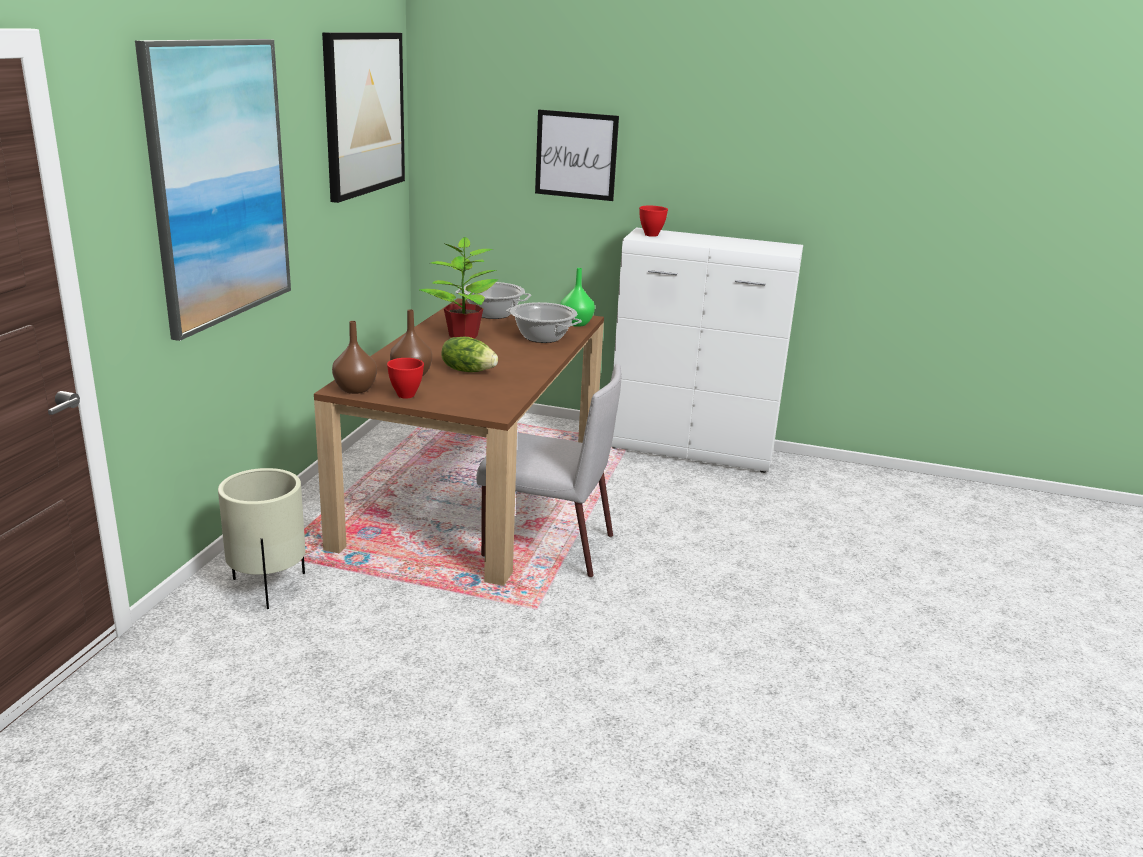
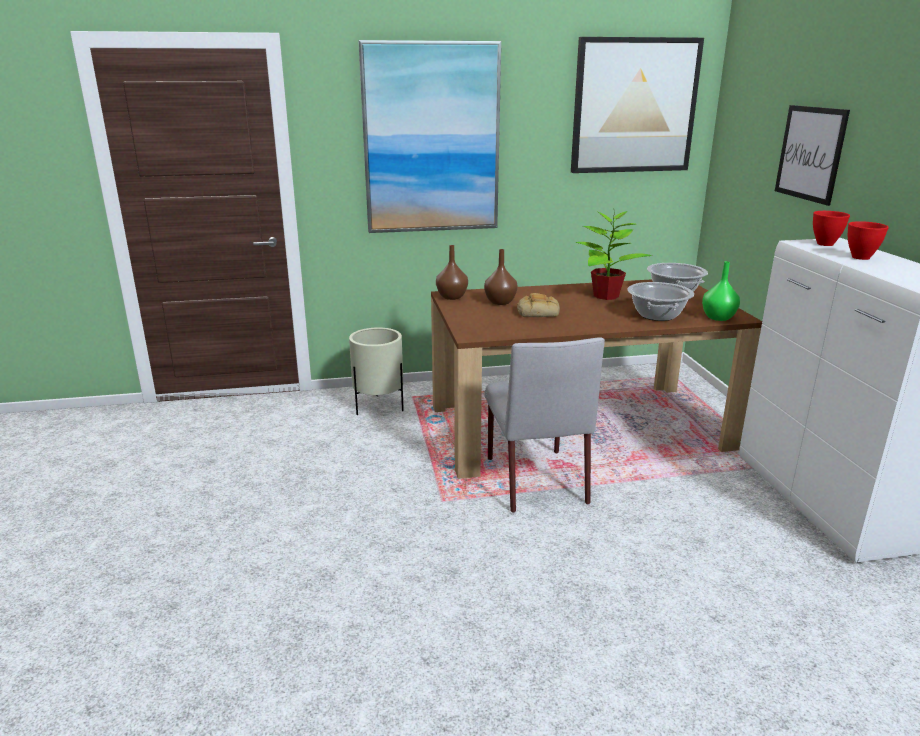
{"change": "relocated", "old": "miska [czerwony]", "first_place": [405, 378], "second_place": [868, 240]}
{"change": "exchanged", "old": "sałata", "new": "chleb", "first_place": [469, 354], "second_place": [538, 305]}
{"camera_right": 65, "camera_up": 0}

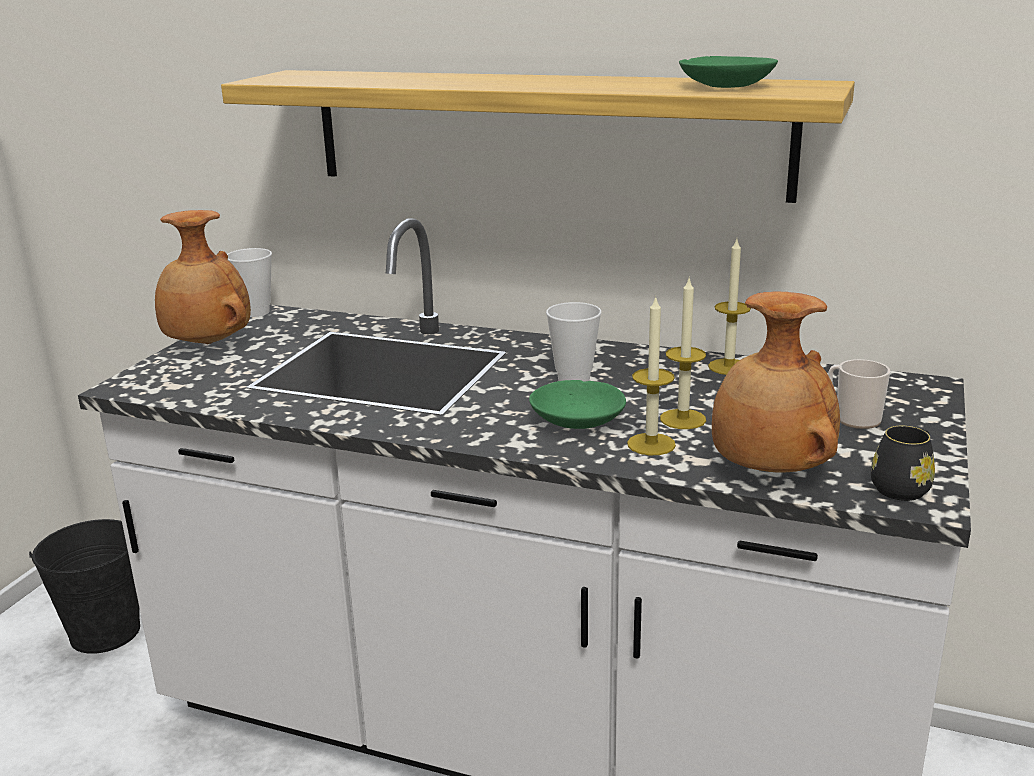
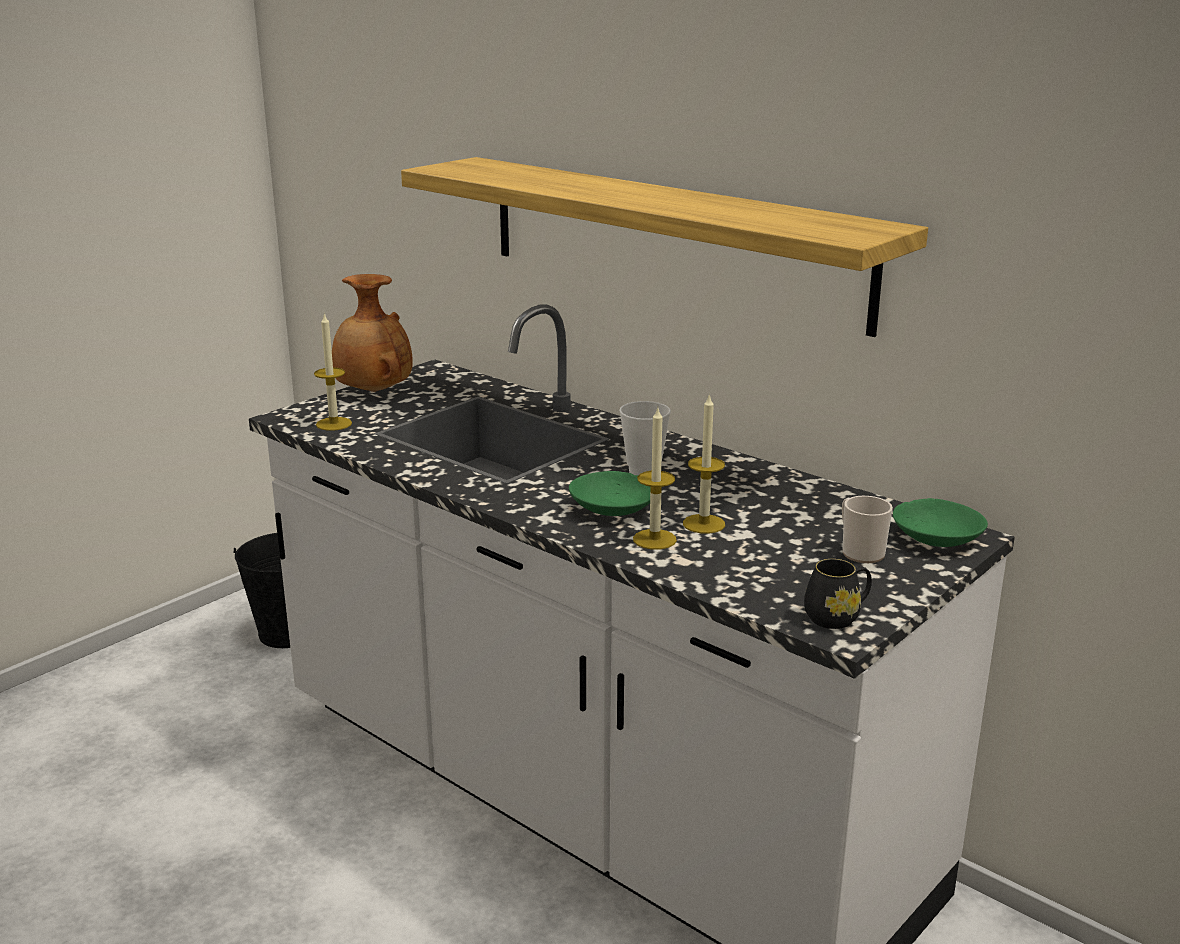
{"change": "missing", "old": "filiżanka", "first_place": [249, 282]}
{"change": "missing", "old": "wazon [brązowy]", "first_place": [776, 382]}
{"change": "relocated", "old": "miska [zielony]", "first_place": [728, 72], "second_place": [940, 522]}
{"change": "relocated", "old": "świeca", "first_place": [729, 307], "second_place": [333, 372]}
{"camera_right": 20, "camera_up": 0}

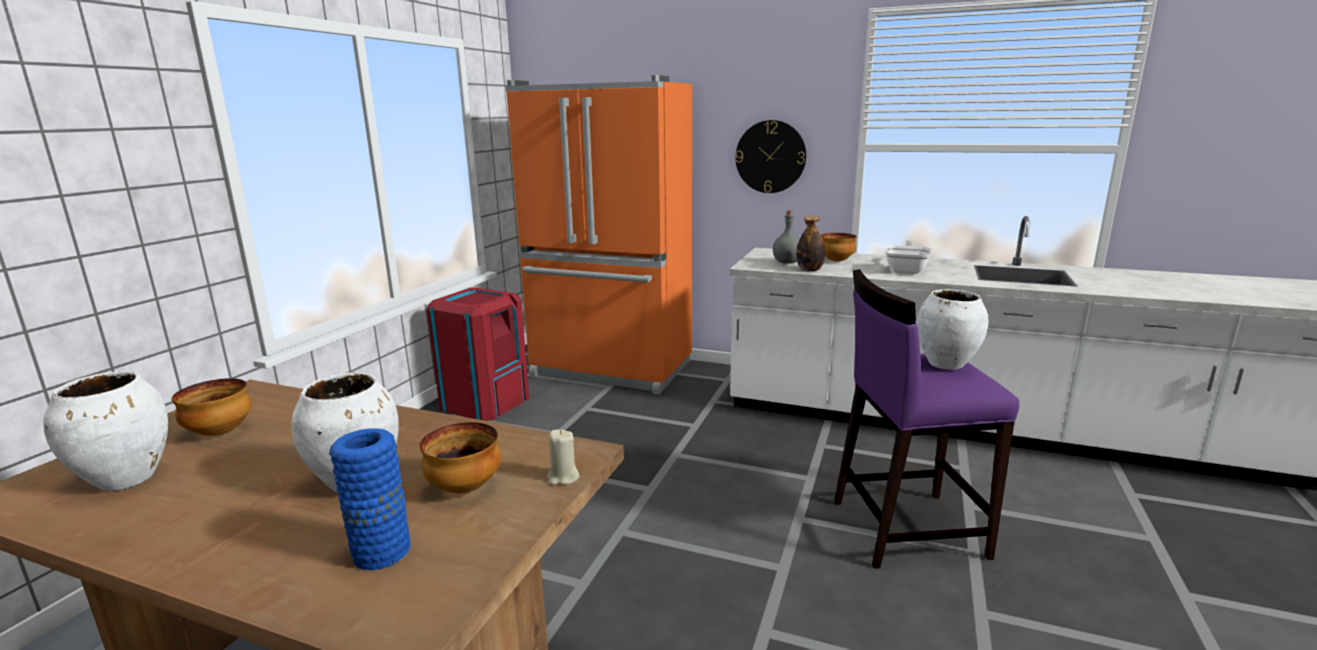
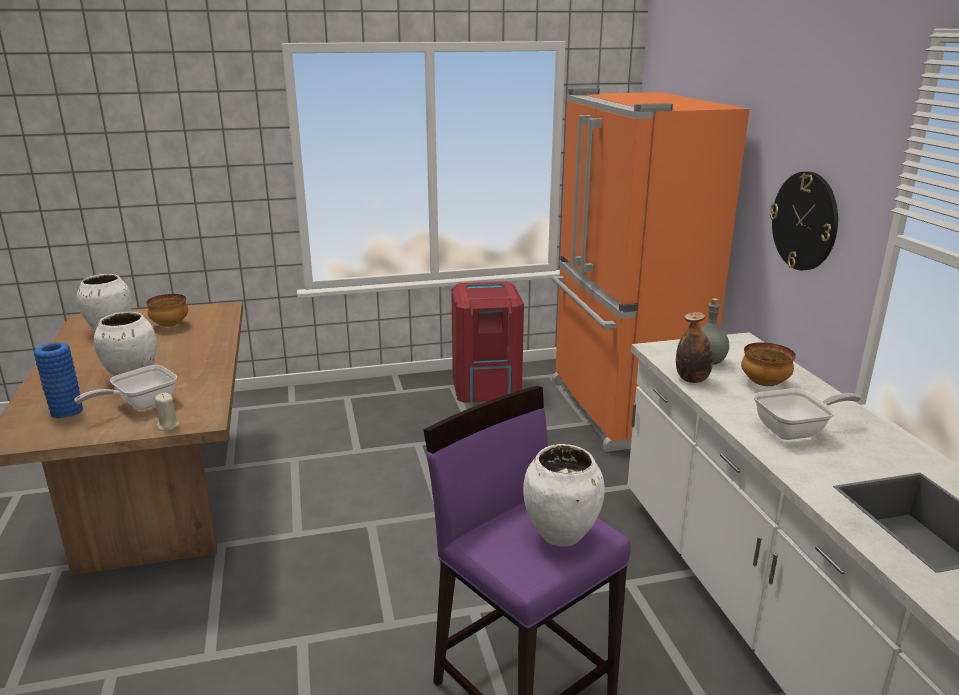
{"change": "exchanged", "old": "miska", "new": "patelnia", "first_place": [460, 457], "second_place": [125, 387]}
{"camera_right": 55, "camera_up": 5}

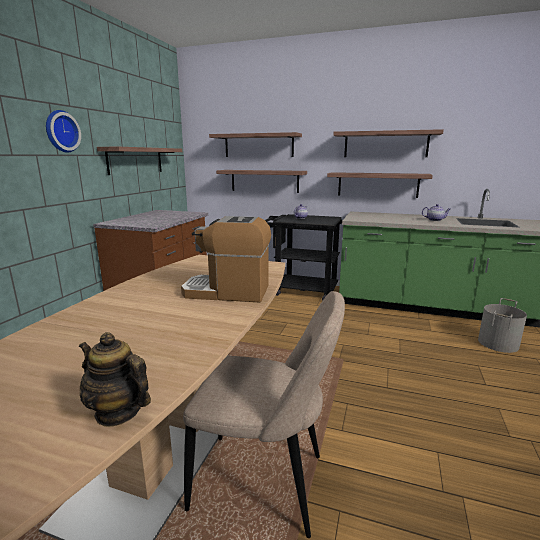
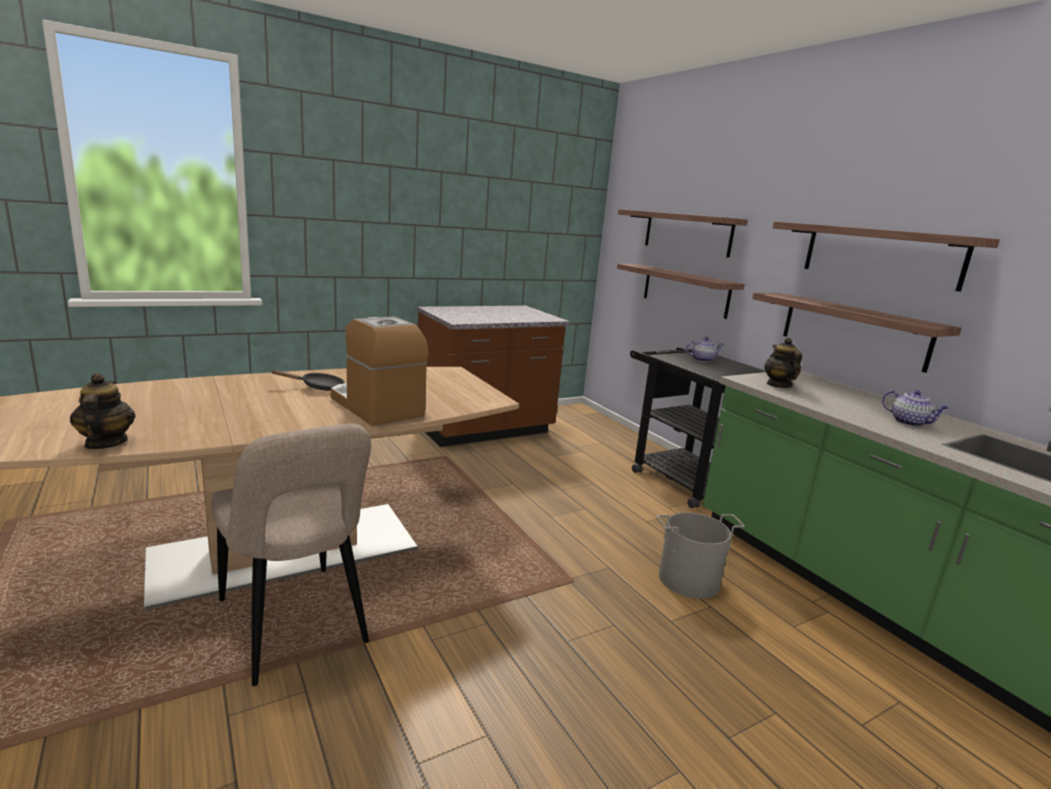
{"change": "missing", "old": "zegar ścienny", "first_place": [63, 131]}
{"change": "missing", "old": "półka", "first_place": [139, 161]}
{"change": "appeared", "new": "patelnia [czarny]", "second_place": [308, 380]}
{"change": "appeared", "new": "imbryk", "second_place": [783, 362]}
{"change": "relocated", "old": "wiadro [szary]", "first_place": [502, 325], "second_place": [701, 555]}
{"camera_right": 40, "camera_up": 0}

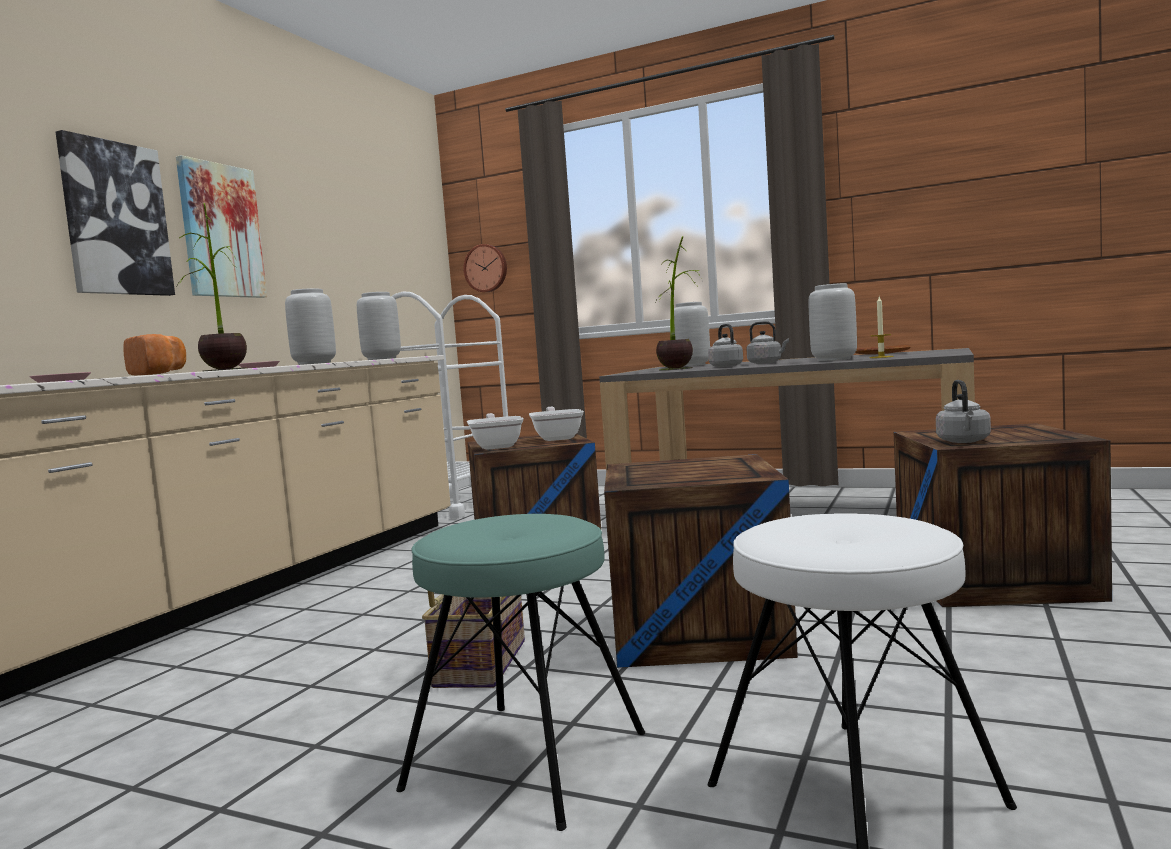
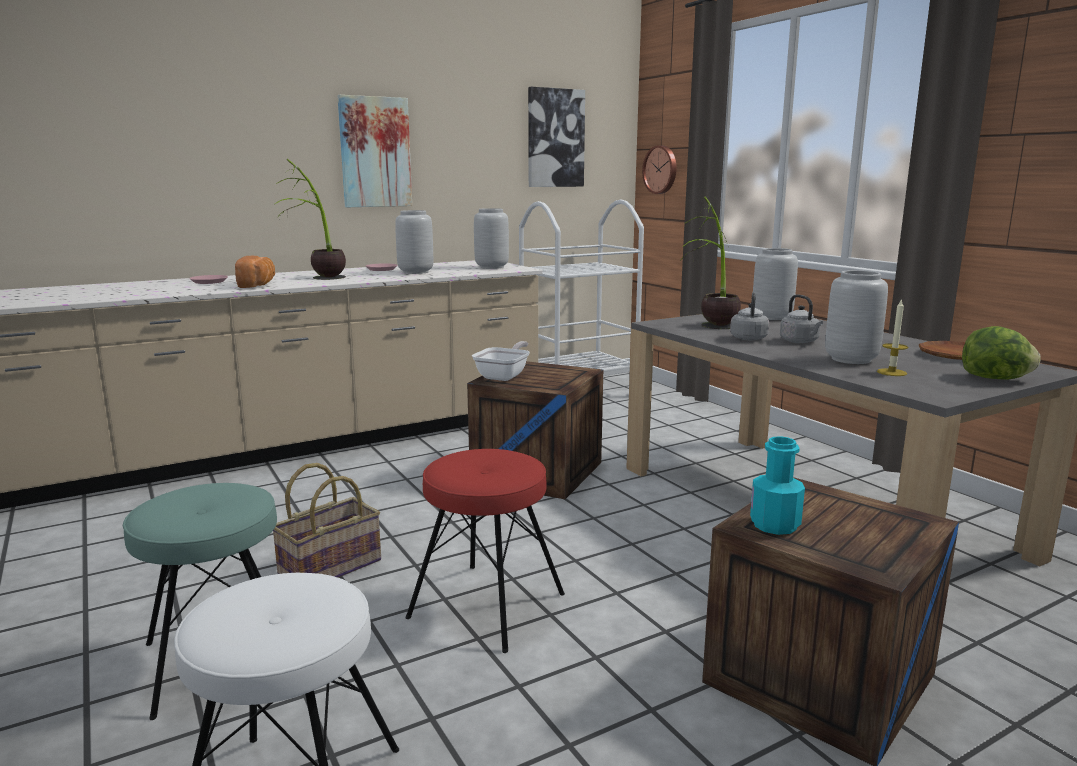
{"change": "missing", "old": "patelnia", "first_place": [556, 424]}
{"change": "appeared", "new": "sałata", "second_place": [1001, 352]}
{"change": "relocated", "old": "obraz", "first_place": [115, 213], "second_place": [556, 137]}
{"change": "exchanged", "old": "skrzynka", "new": "stołek [czerwony]", "first_place": [701, 561], "second_place": [485, 551]}
{"change": "exchanged", "old": "czajnik [szary]", "new": "butelka [turkusowy]", "first_place": [963, 411], "second_place": [777, 485]}
{"camera_right": 35, "camera_up": 10}

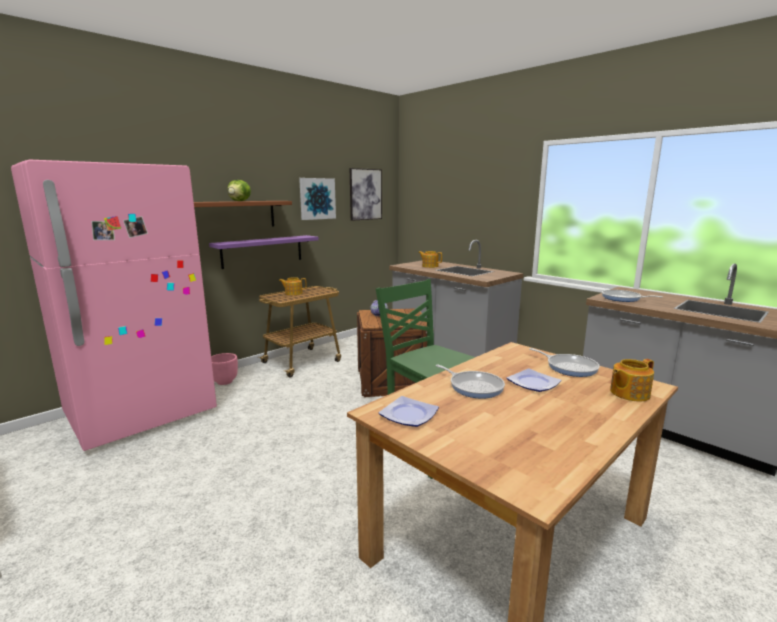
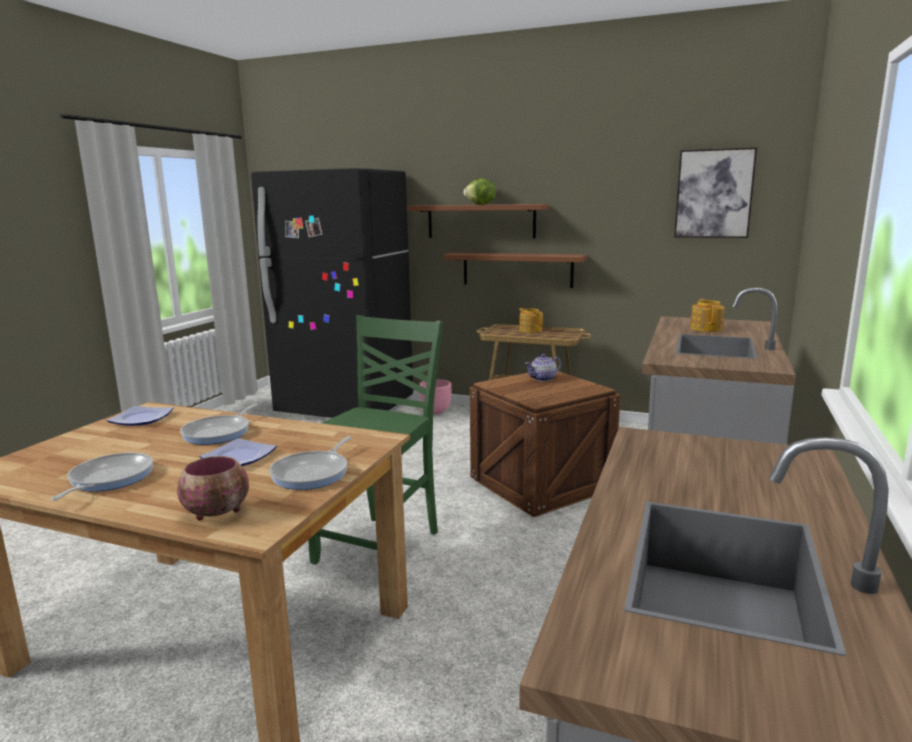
{"change": "missing", "old": "obraz", "first_place": [317, 199]}
{"change": "relocated", "old": "patelnia", "first_place": [632, 296], "second_place": [102, 477]}
{"change": "exchanged", "old": "imbryk", "new": "miska", "first_place": [632, 380], "second_place": [213, 488]}
{"change": "colour", "old": "lodówka [różowy]", "new": "lodówka [czarny]", "first_place": [114, 305], "second_place": [332, 293]}
{"change": "colour", "old": "półka [fioletowy]", "new": "półka [brązowy]", "first_place": [264, 252], "second_place": [515, 270]}
{"camera_right": 65, "camera_up": 0}

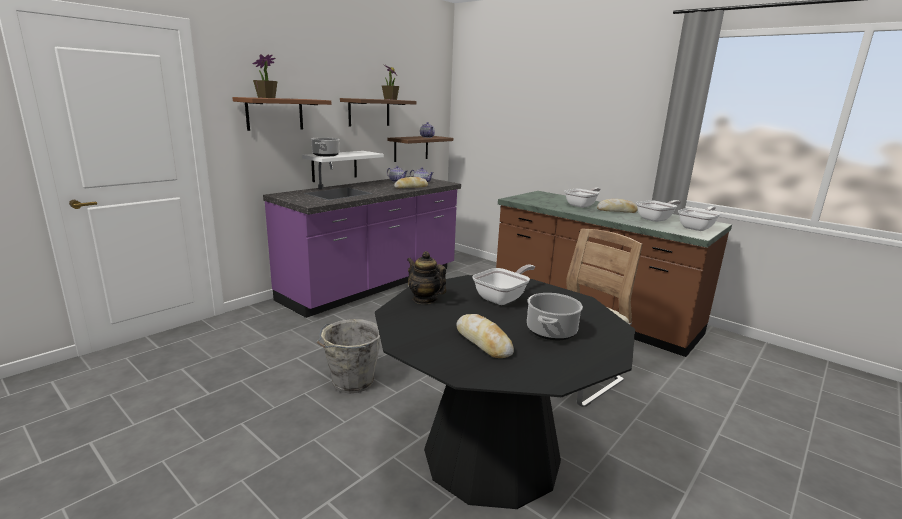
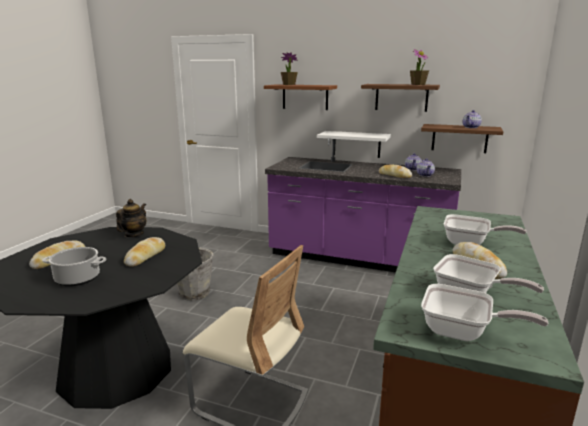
{"change": "missing", "old": "garnek", "first_place": [325, 146]}
{"change": "exchanged", "old": "patelnia", "new": "chleb", "first_place": [504, 285], "second_place": [144, 252]}
{"camera_right": 70, "camera_up": 0}

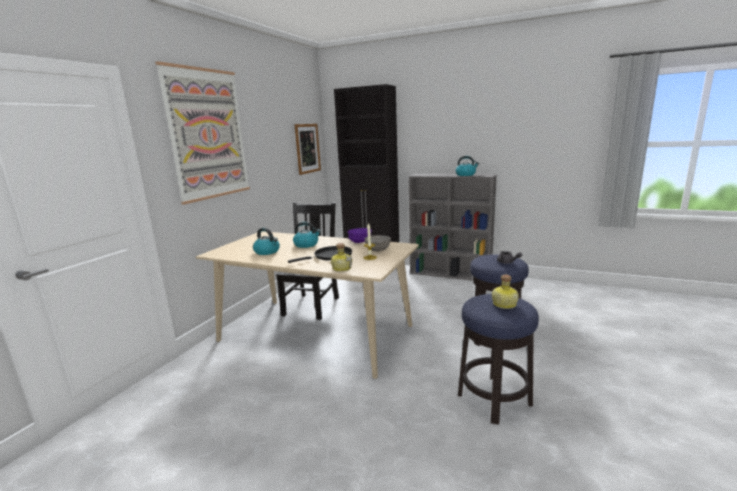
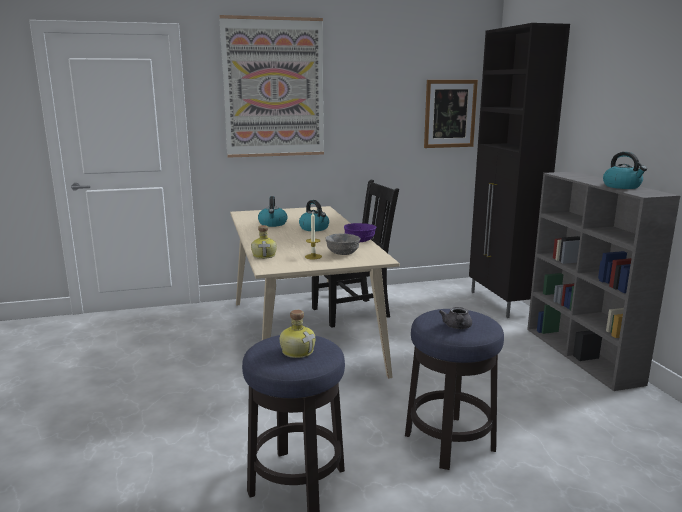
{"change": "missing", "old": "patelnia [czarny]", "first_place": [320, 254]}
{"camera_right": 50, "camera_up": 0}

